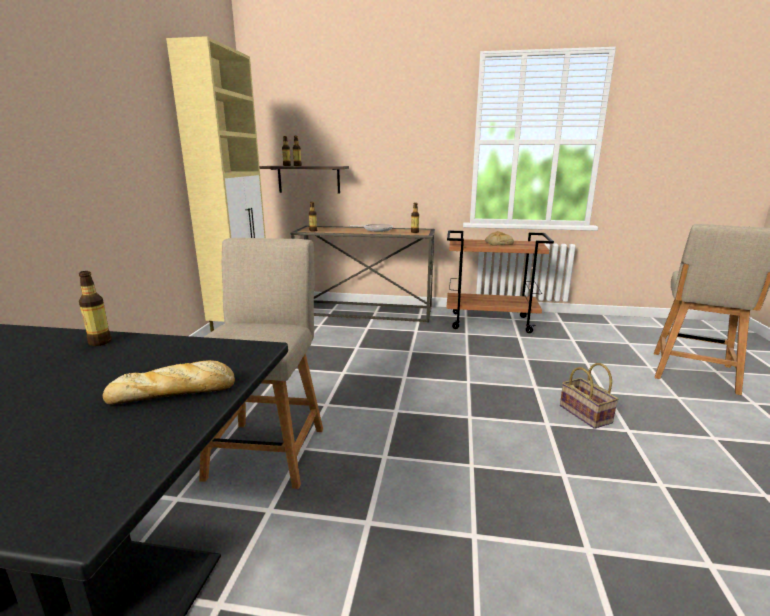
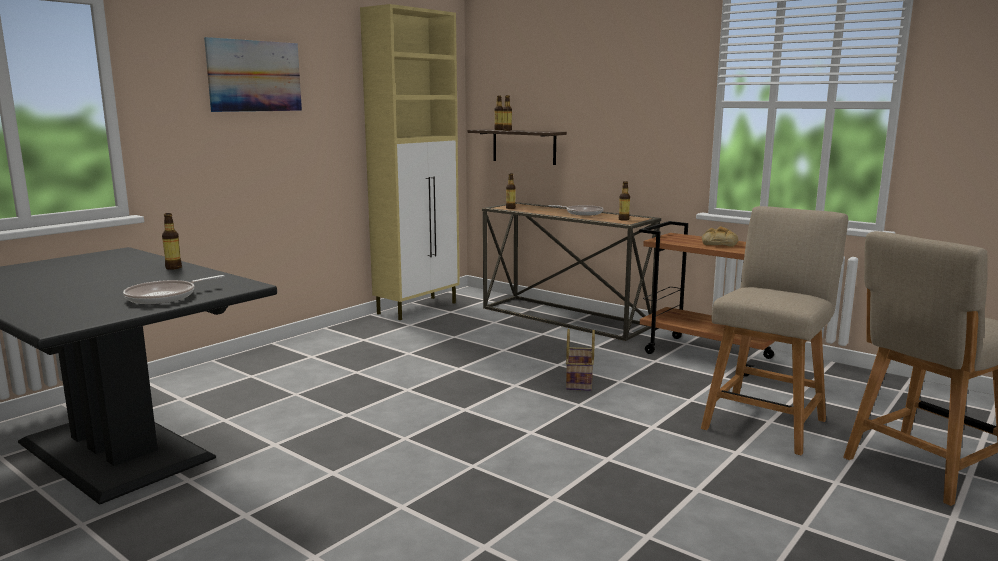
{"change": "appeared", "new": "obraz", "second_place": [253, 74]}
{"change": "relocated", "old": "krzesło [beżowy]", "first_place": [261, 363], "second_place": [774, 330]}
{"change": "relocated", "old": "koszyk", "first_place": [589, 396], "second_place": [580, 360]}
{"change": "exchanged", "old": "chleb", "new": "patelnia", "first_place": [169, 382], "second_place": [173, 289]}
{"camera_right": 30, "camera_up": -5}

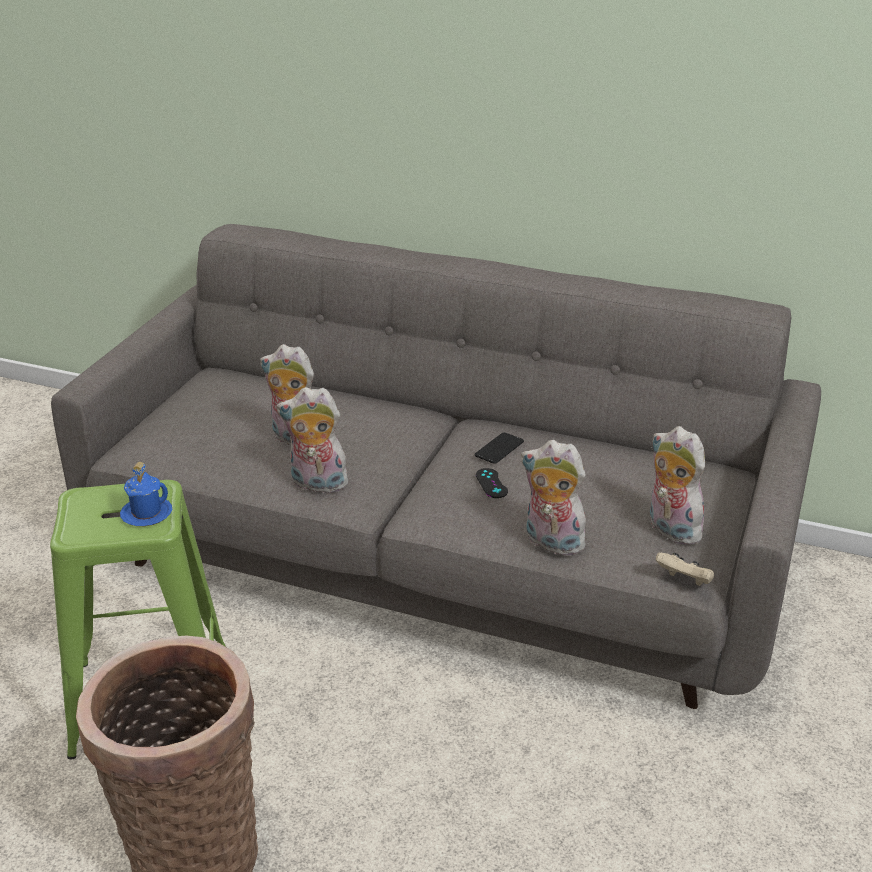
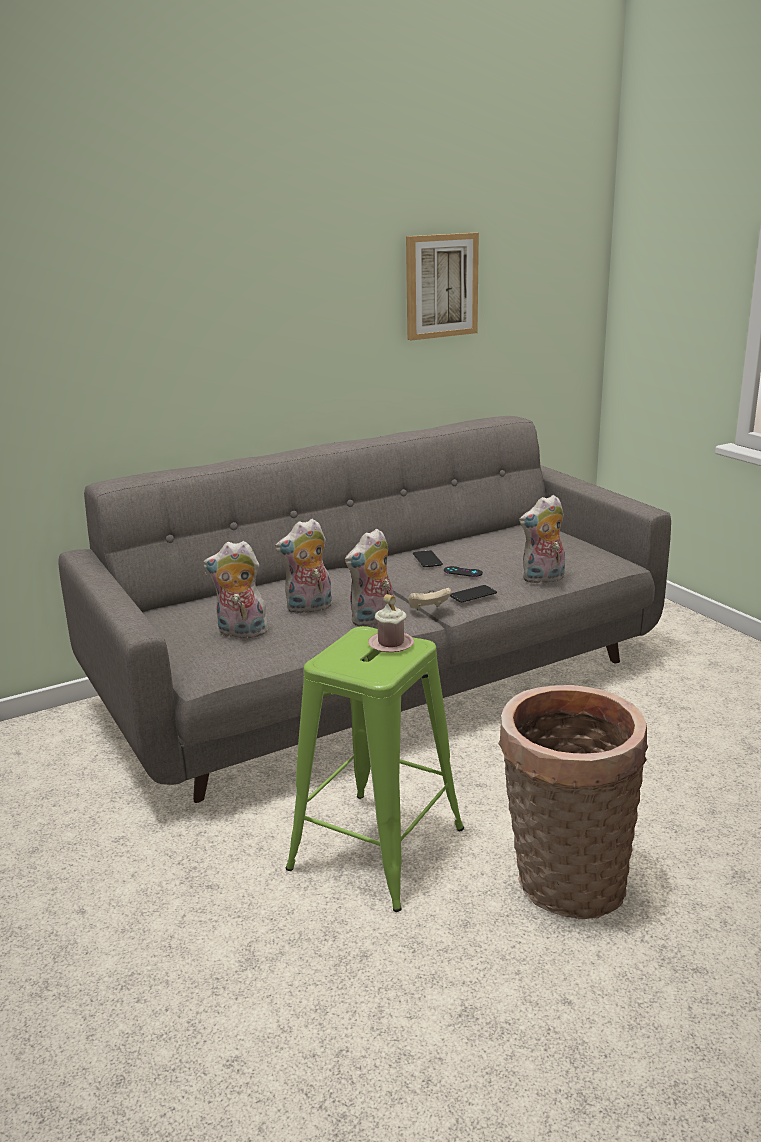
{"change": "appeared", "new": "obraz", "second_place": [442, 287]}
{"change": "appeared", "new": "telefon", "second_place": [473, 593]}
{"change": "relocated", "old": "pluszak", "first_place": [677, 485], "second_place": [235, 589]}
{"change": "relocated", "old": "pad do gier [beżowy]", "first_place": [685, 569], "second_place": [429, 599]}
{"change": "colour", "old": "kubek [niebieski]", "new": "kubek [różowy]", "first_place": [146, 494], "second_place": [391, 623]}
{"camera_right": -50, "camera_up": -10}

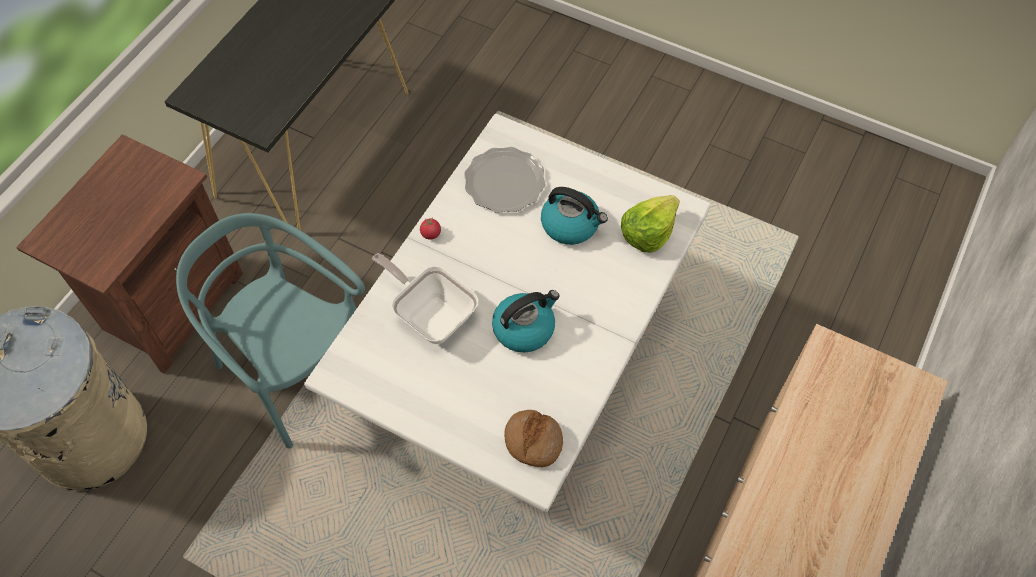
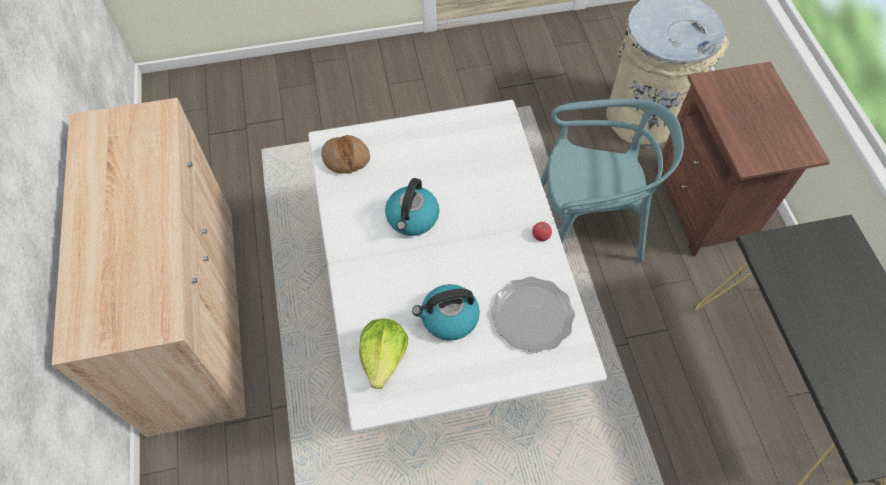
{"change": "missing", "old": "patelnia", "first_place": [425, 298]}
{"camera_right": 140, "camera_up": 0}

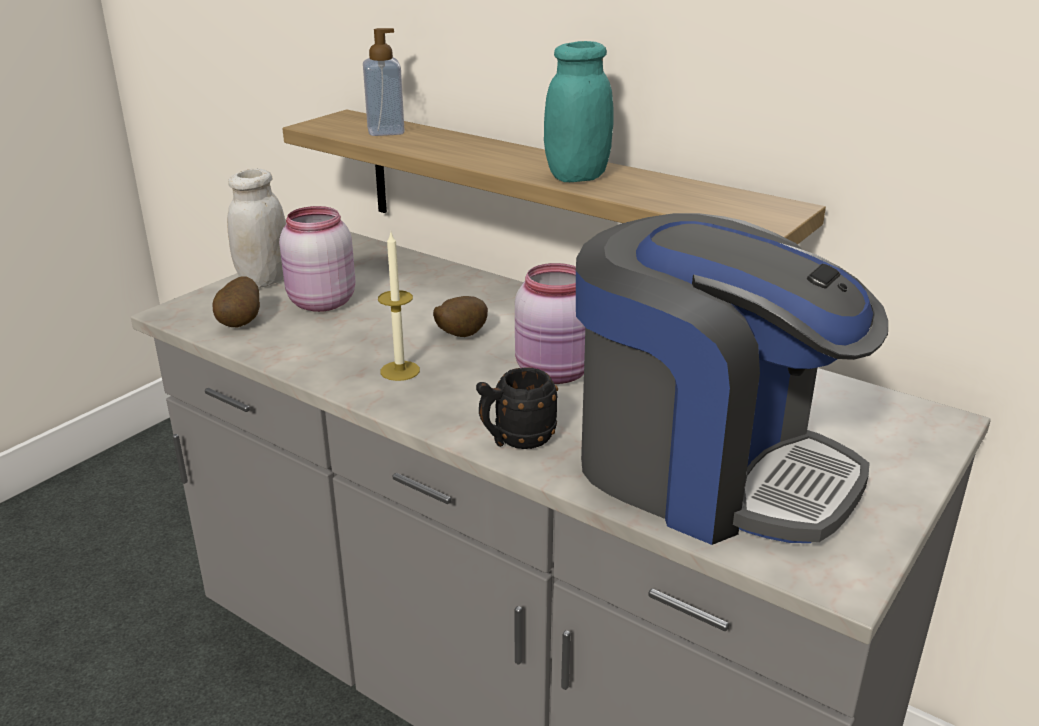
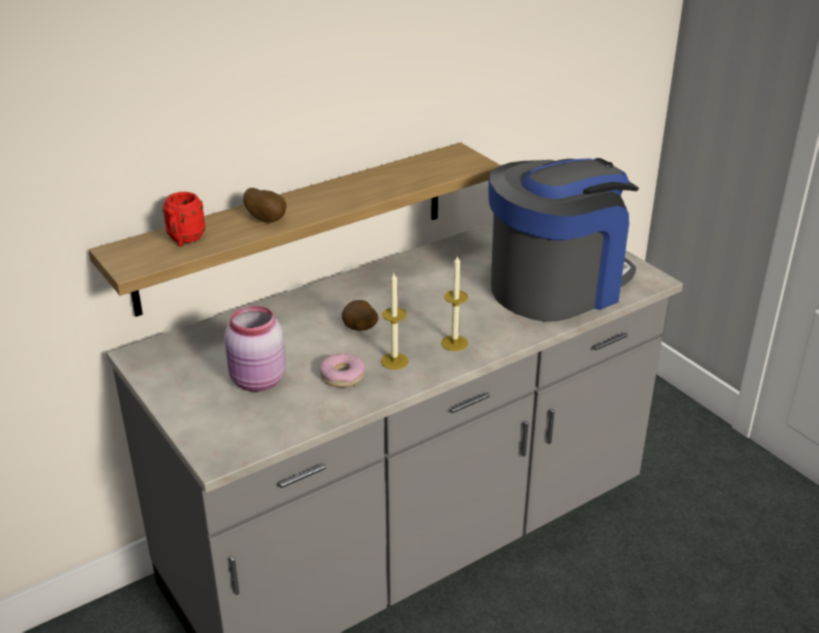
{"change": "missing", "old": "słoik [biały]", "first_place": [256, 228]}
{"change": "missing", "old": "kubek [czarny]", "first_place": [517, 408]}
{"change": "missing", "old": "słoik [różowy]", "first_place": [550, 323]}
{"change": "missing", "old": "słoik [turkusowy]", "first_place": [579, 111]}
{"change": "appeared", "new": "donut", "second_place": [342, 370]}
{"change": "appeared", "new": "świeca", "second_place": [454, 303]}
{"change": "relocated", "old": "ziemniak", "first_place": [236, 302], "second_place": [264, 205]}
{"change": "exchanged", "old": "dozownik mydła", "new": "kubek [czerwony]", "first_place": [384, 82], "second_place": [184, 219]}
{"camera_right": -70, "camera_up": 5}

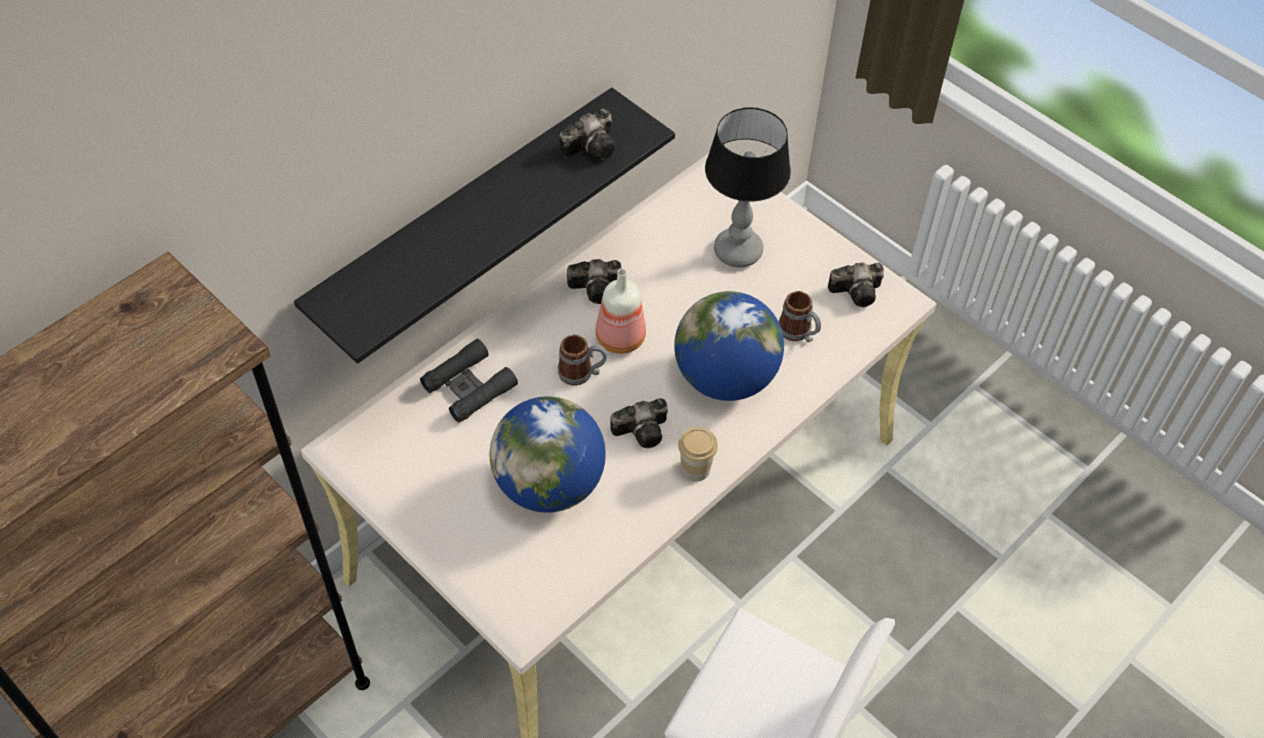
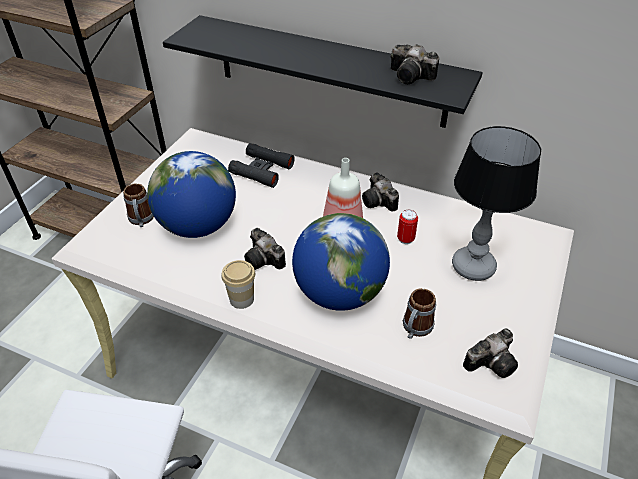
{"change": "appeared", "new": "puszka", "second_place": [407, 227]}
{"change": "relocated", "old": "kubek", "first_place": [582, 360], "second_place": [138, 205]}
{"change": "spun", "old": "aparat fotograficzny", "first_place": [856, 284], "second_place": [490, 353], "degrees": -90}
{"camera_right": 70, "camera_up": -10}

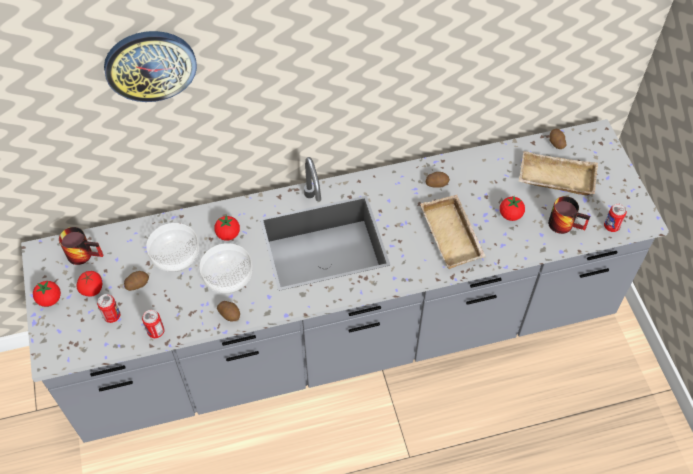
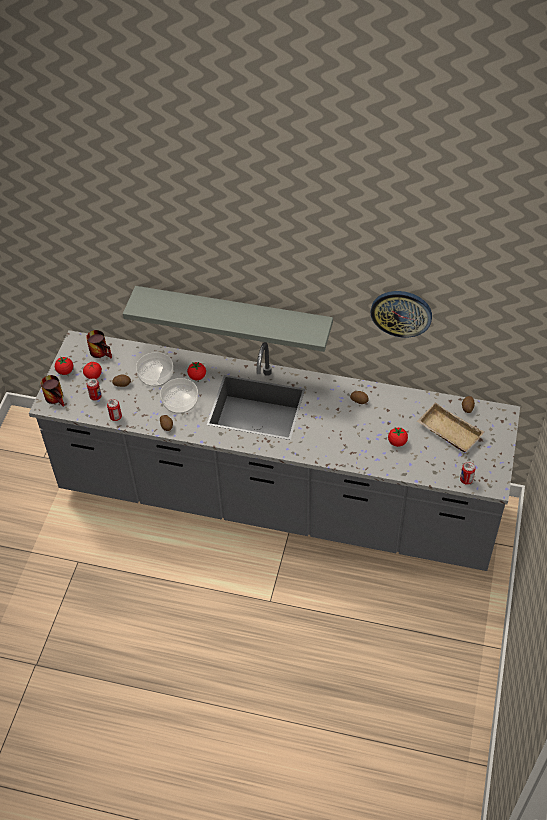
{"change": "missing", "old": "taca [beżowy]", "first_place": [453, 232]}
{"change": "appeared", "new": "półka [szary]", "second_place": [228, 319]}
{"change": "relocated", "old": "zegar ścienny", "first_place": [150, 66], "second_place": [401, 314]}
{"change": "relocated", "old": "kubek", "first_place": [569, 215], "second_place": [52, 391]}
{"camera_right": 30, "camera_up": -5}

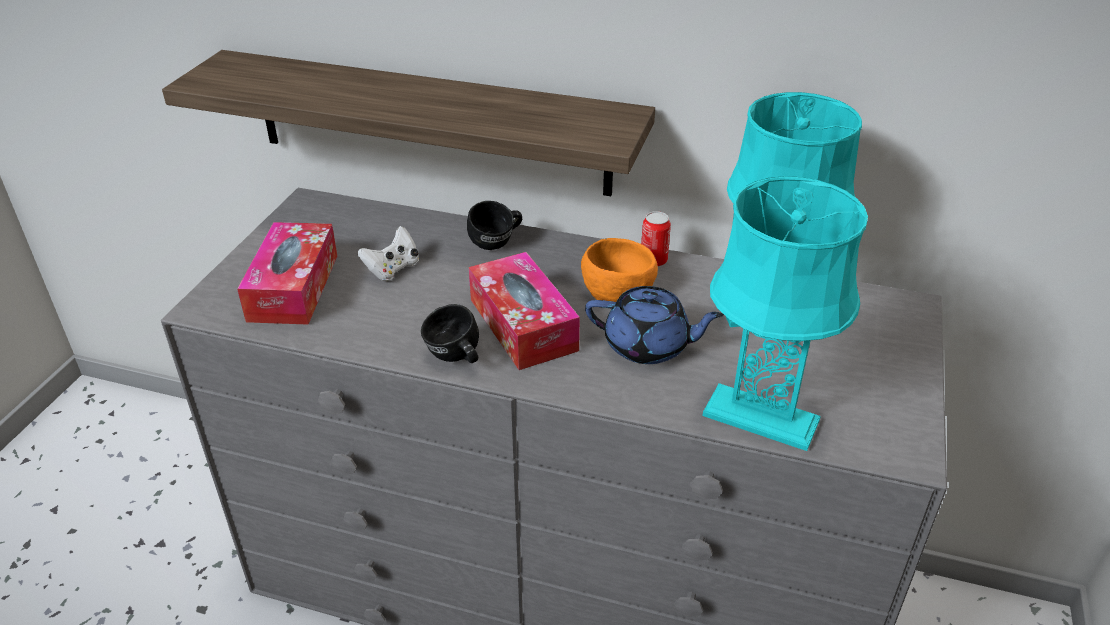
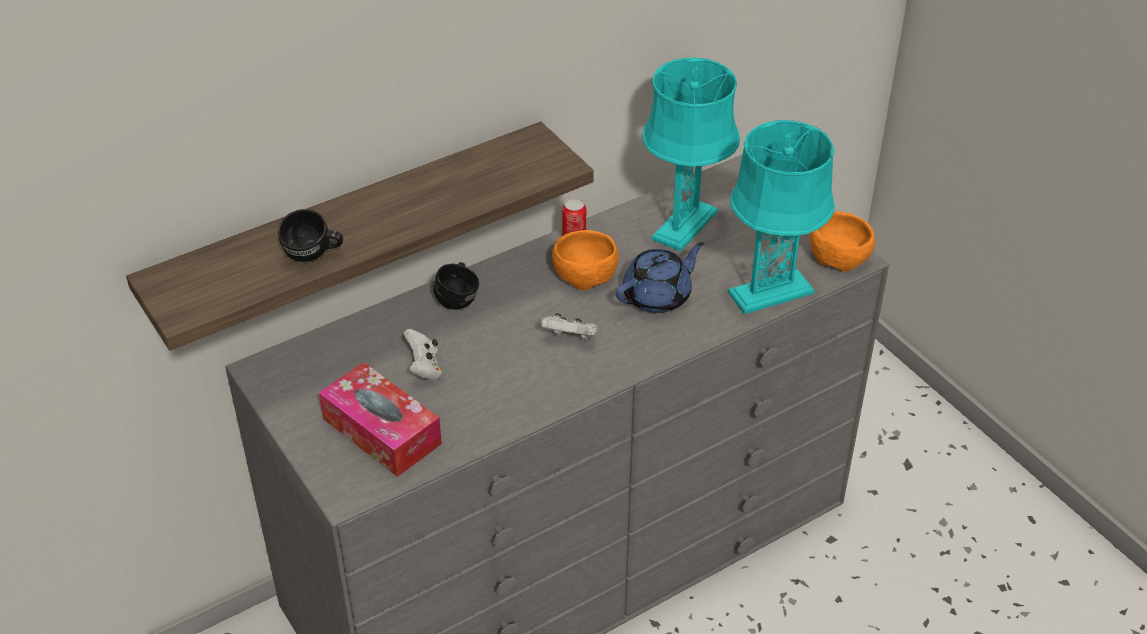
{"change": "appeared", "new": "miska [pomarańczowy]", "second_place": [842, 241]}
{"change": "relocated", "old": "kubek [czarny]", "first_place": [450, 333], "second_place": [310, 235]}
{"change": "exchanged", "old": "pudełko chusteczek", "new": "pad do gier [biały]", "first_place": [524, 311], "second_place": [569, 326]}
{"camera_right": -50, "camera_up": 5}

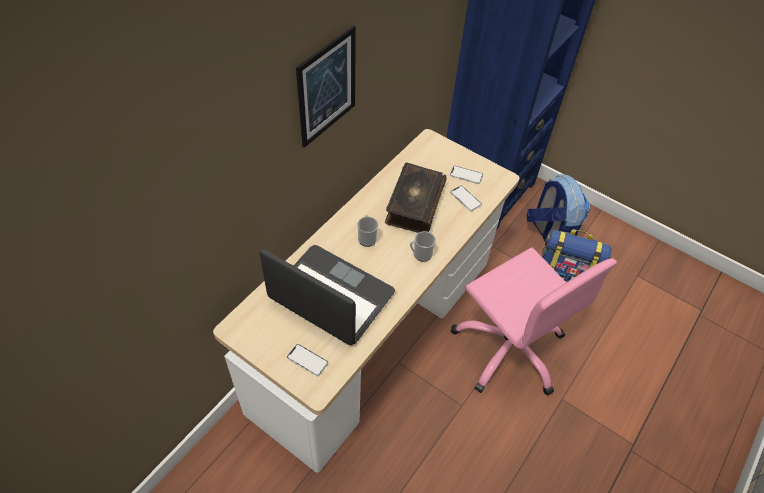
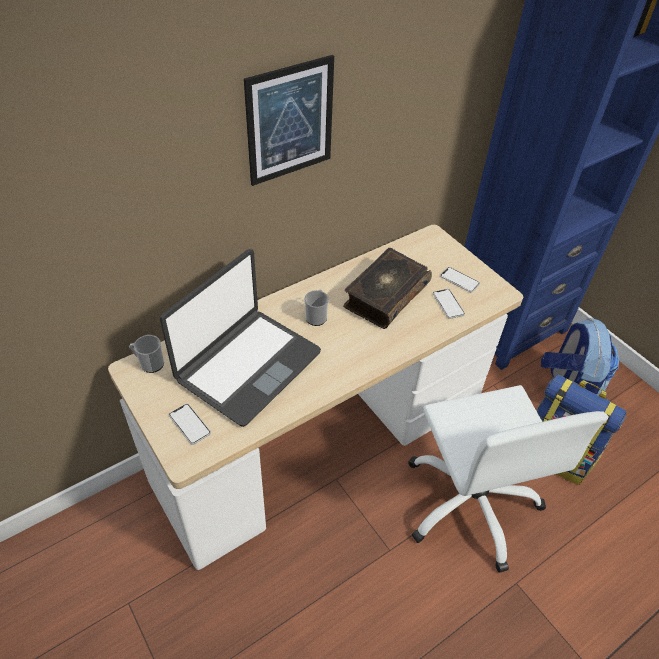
{"change": "relocated", "old": "kubek", "first_place": [423, 246], "second_place": [146, 354]}
{"change": "colour", "old": "krzesło biurowe [różowy]", "new": "krzesło biurowe [biały]", "first_place": [534, 321], "second_place": [508, 479]}
{"change": "spun", "old": "laptop", "first_place": [327, 295], "second_place": [240, 338], "degrees": 75}
{"camera_right": 20, "camera_up": -5}

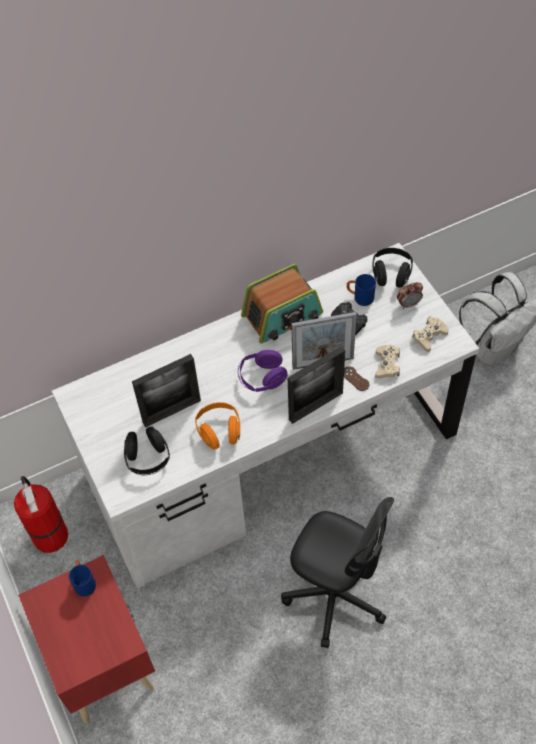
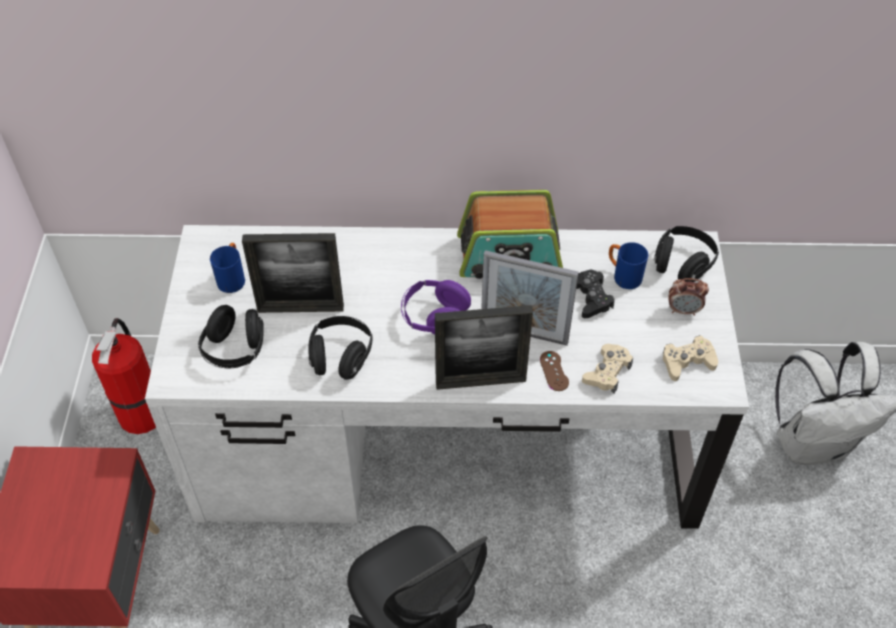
{"change": "relocated", "old": "kubek [niebieski]", "first_place": [82, 578], "second_place": [227, 268]}
{"change": "colour", "old": "słuchawki [pomarańczowy]", "new": "słuchawki [czarny]", "first_place": [217, 426], "second_place": [340, 348]}
{"camera_right": 25, "camera_up": -5}

